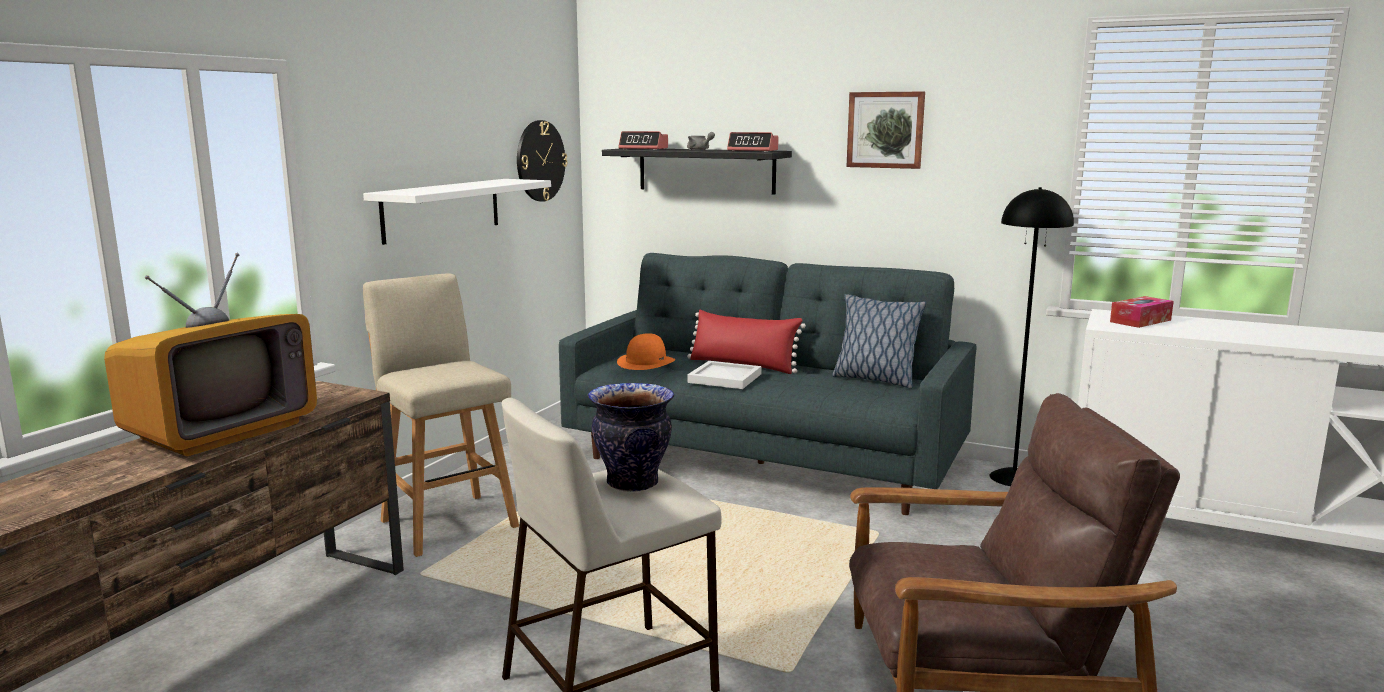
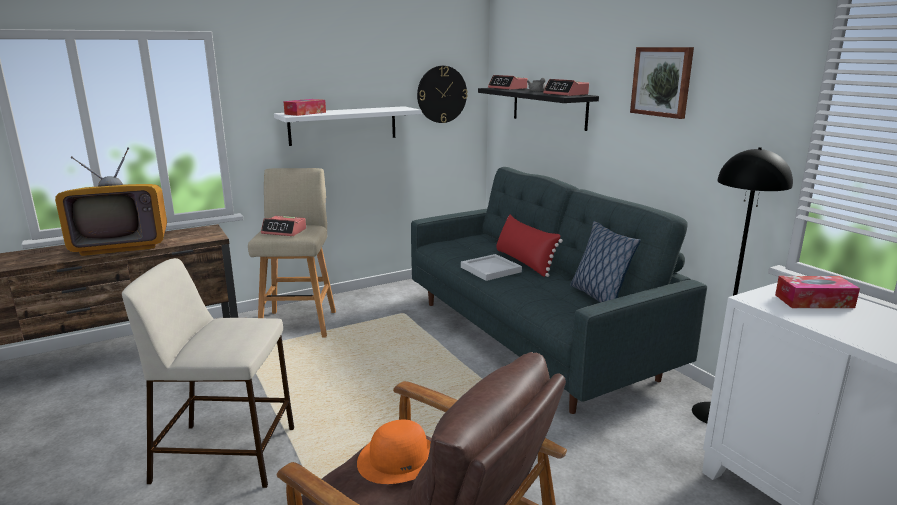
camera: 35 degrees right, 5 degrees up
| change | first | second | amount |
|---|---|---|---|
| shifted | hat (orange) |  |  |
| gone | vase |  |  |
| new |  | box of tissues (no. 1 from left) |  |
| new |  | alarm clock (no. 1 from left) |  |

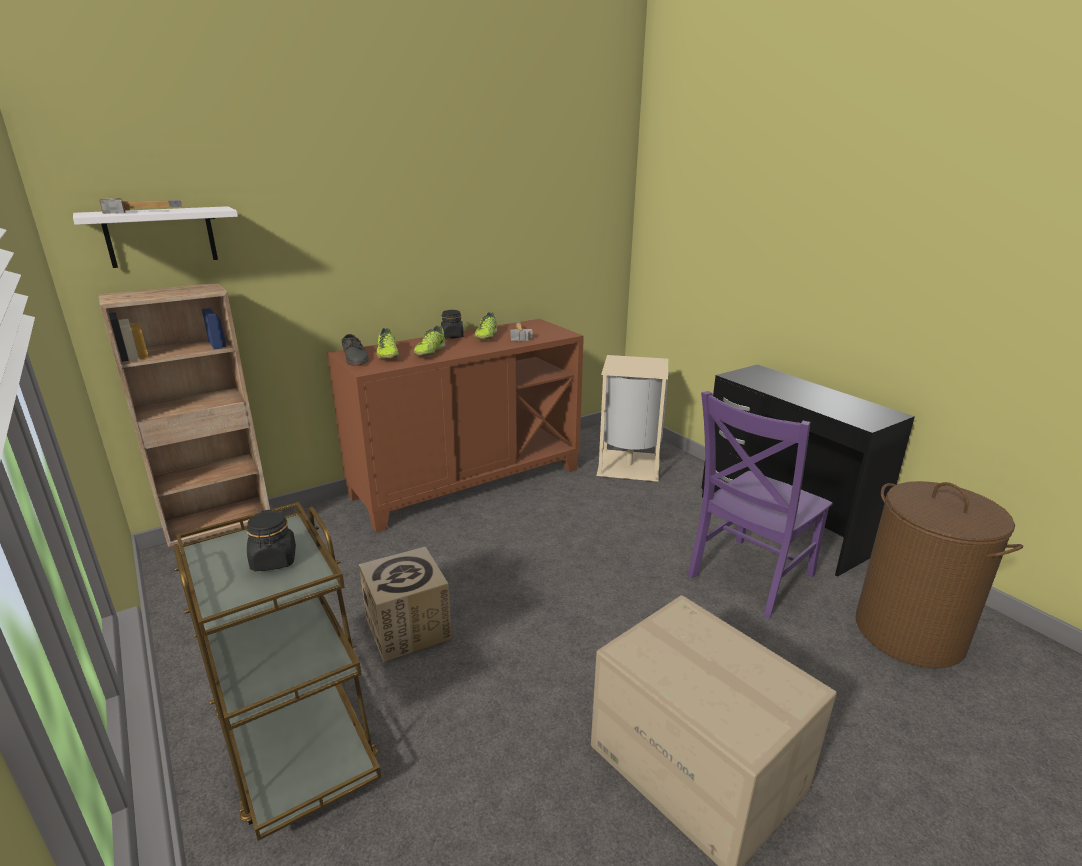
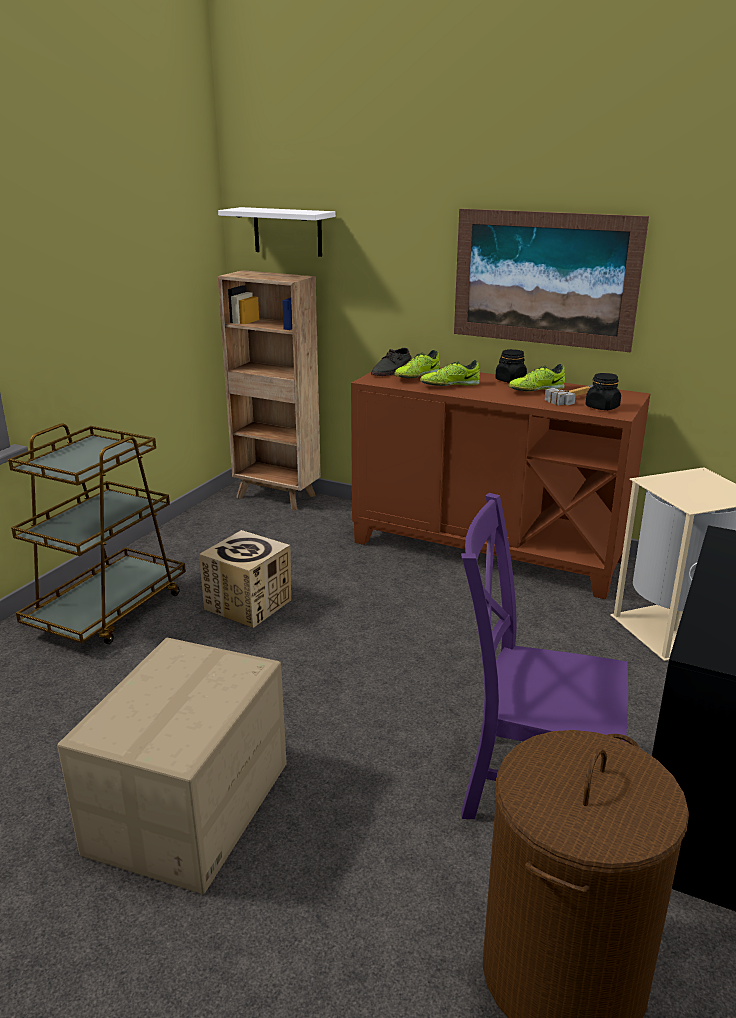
camera: 60 degrees right, 0 degrees up
| change | first | second | amount |
|---|---|---|---|
| gone | hand hammer (no. 1 from left) |  |  |
| shifted | jar (blackish) (no. 1 from left in the first image) | jar (blackish) (no. 2 from left) |  |
| new |  | wall art |  |

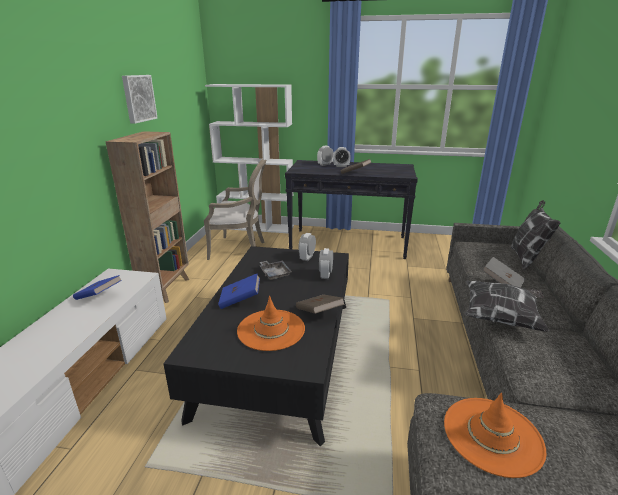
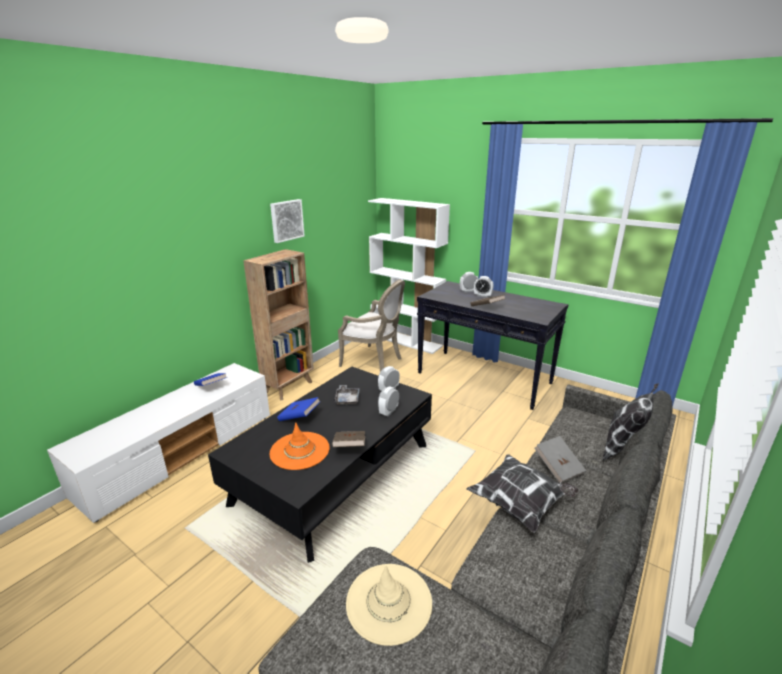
camera: 25 degrees right, 0 degrees up
| change | first | second | amount |
|---|---|---|---|
| repainted | hat (orange) (no. 2 from left) | hat (sand-coloured) |  |

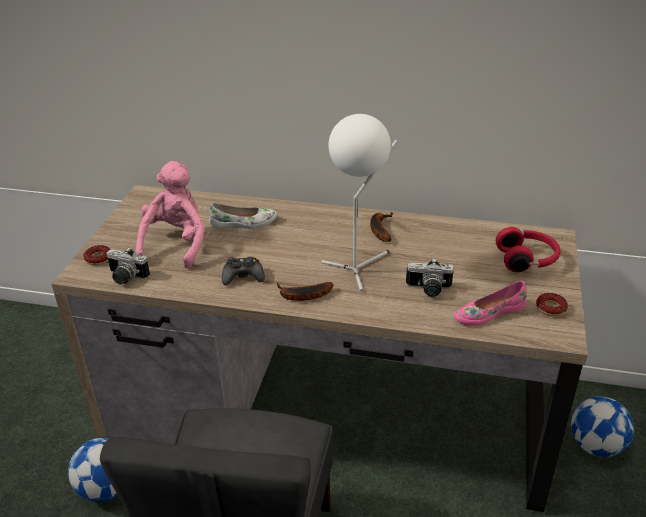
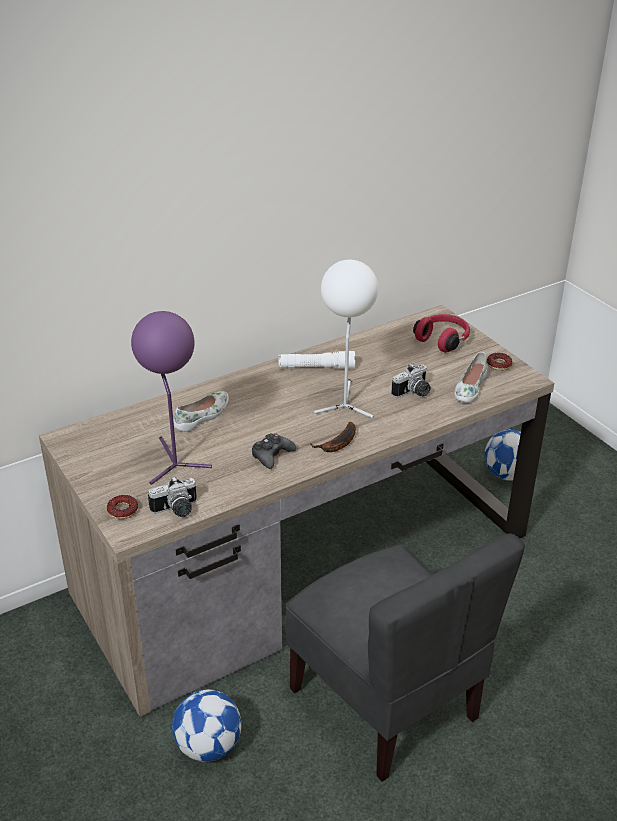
camera: 45 degrees left, 0 degrees up
| change | first | second | amount |
|---|---|---|---|
| swapped | cuddly toy (pink) | tabletop lamp (purple-coloured) |  |
| swapped | whole banana (no. 2 from left) | hand torch (white) |  |
| repainted | low shoe (pink) | low shoe (white) (no. 2 from left) |  |

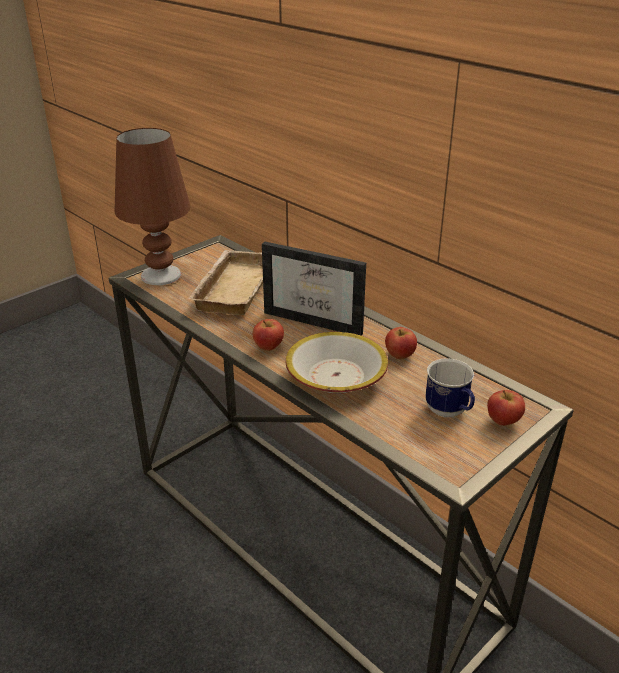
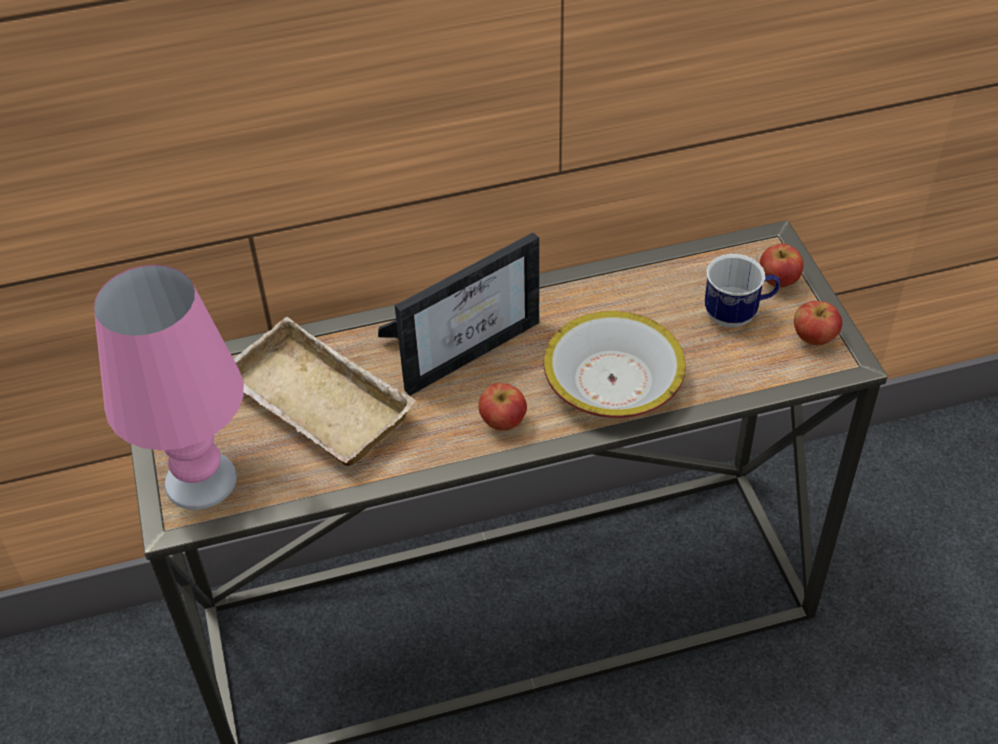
camera: 60 degrees left, 15 degrees up
| change | first | second | amount |
|---|---|---|---|
| repainted | tabletop lamp (brown-coloured) | tabletop lamp (pink) |  |
| shifted | apple (no. 2 from left in the first image) | apple (no. 3 from left) |  |

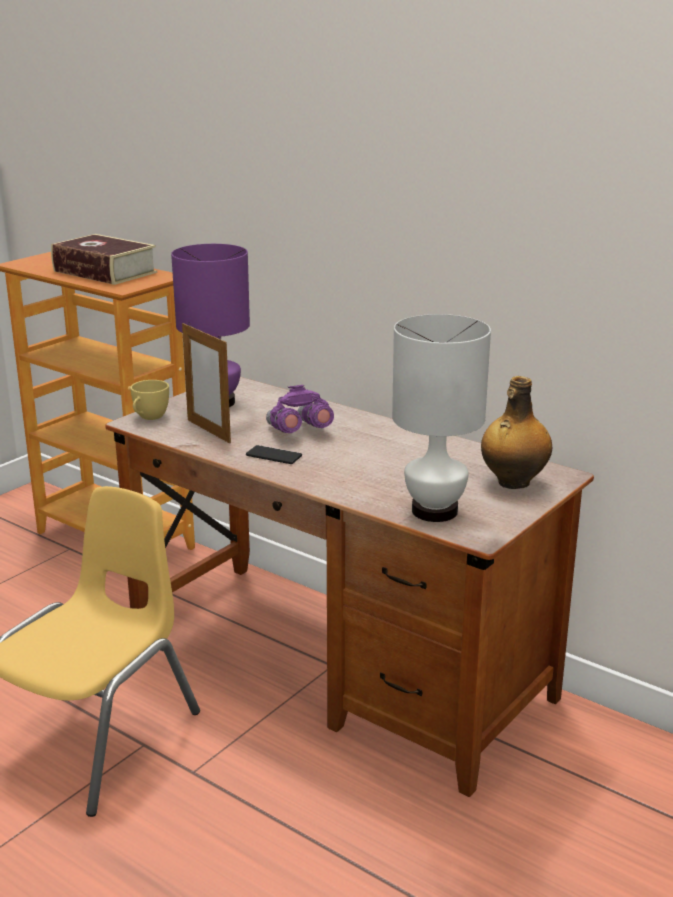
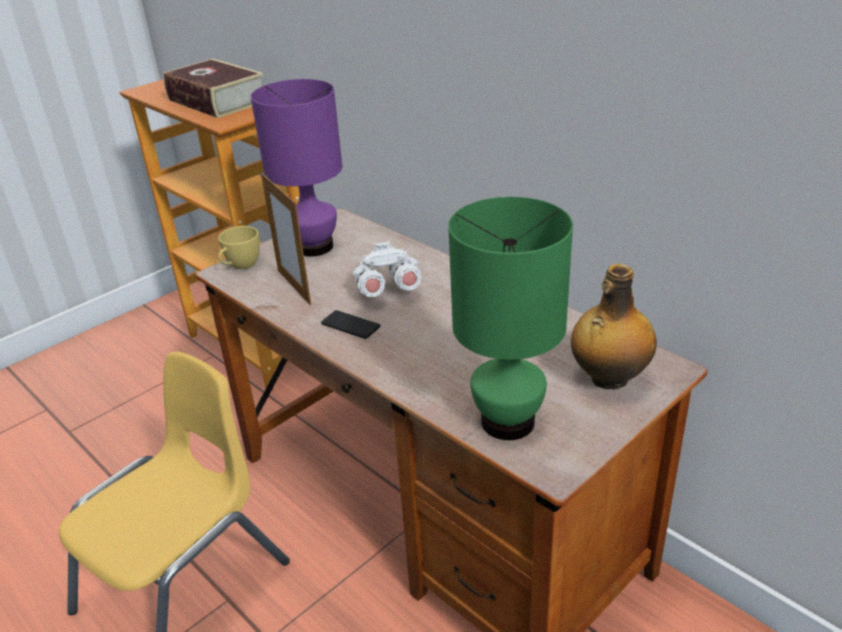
camera: 10 degrees right, 10 degrees up
| change | first | second | amount |
|---|---|---|---|
| repainted | tabletop lamp (white) | tabletop lamp (greenish) |  |
| repainted | field glasses (purple-coloured) | field glasses (white) |  |

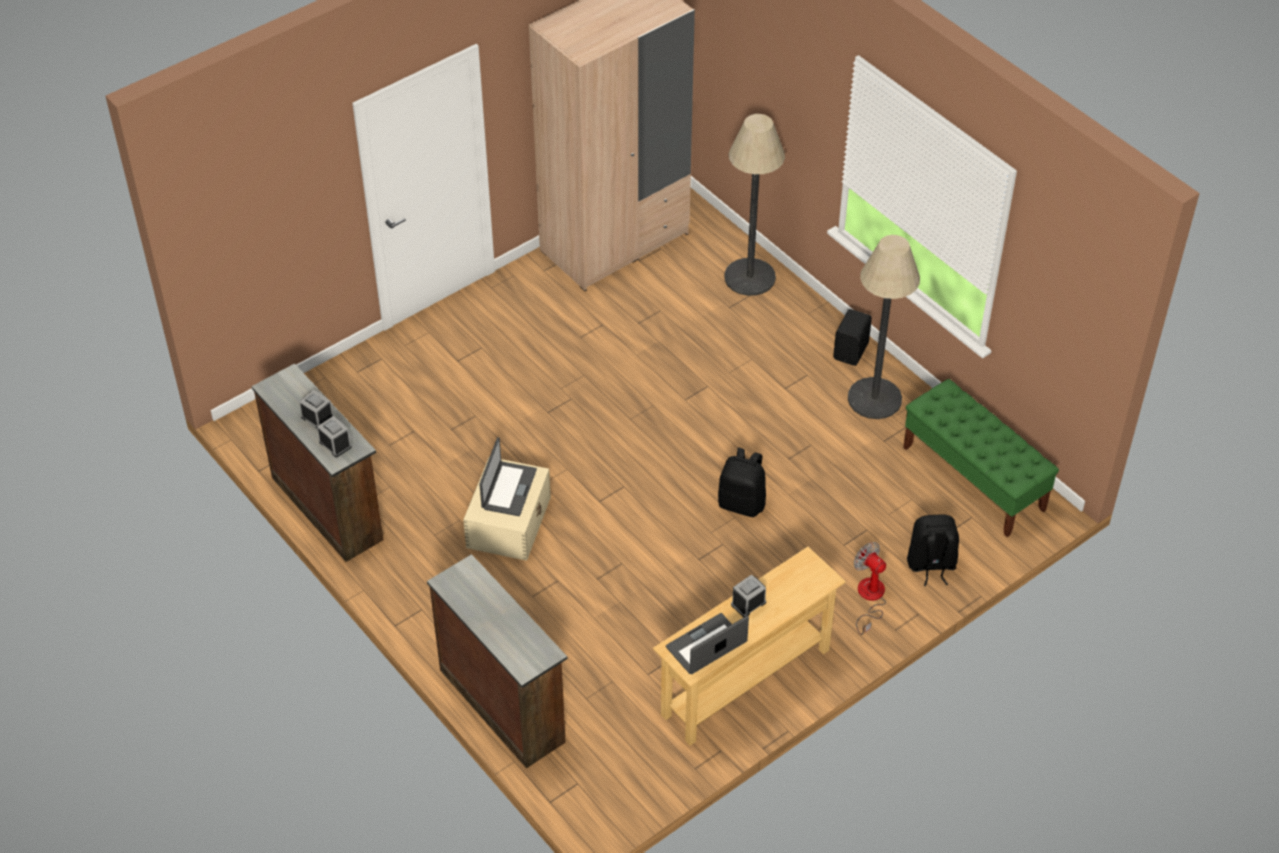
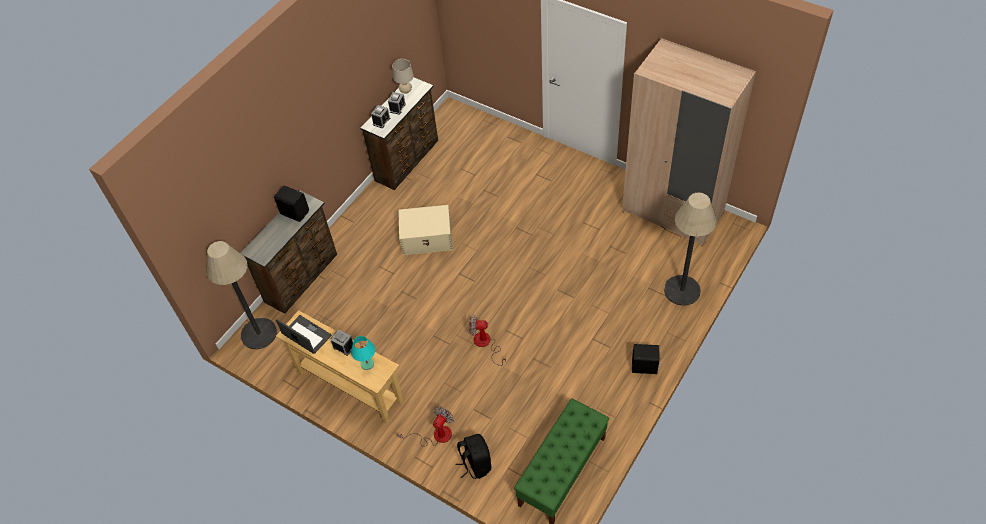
camera: 75 degrees right, 5 degrees up
| change | first | second | amount |
|---|---|---|---|
| shifted | standard lamp (no. 2 from left in the first image) | standard lamp (no. 1 from left) |  |
| gone | laptop (no. 1 from left) |  |  |
| swapped | knapsack (blackish) (no. 1 from left) | electric fan (no. 2 from left) |  |
| new |  | tabletop lamp (sand-coloured) |  |
| new |  | audio speaker (blackish) (no. 1 from left) |  |
| new |  | tabletop lamp (turquoise-coloured) |  |

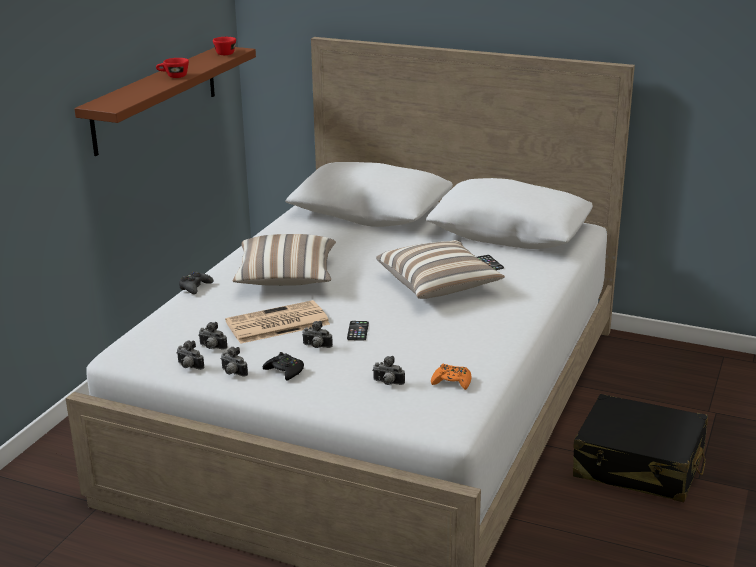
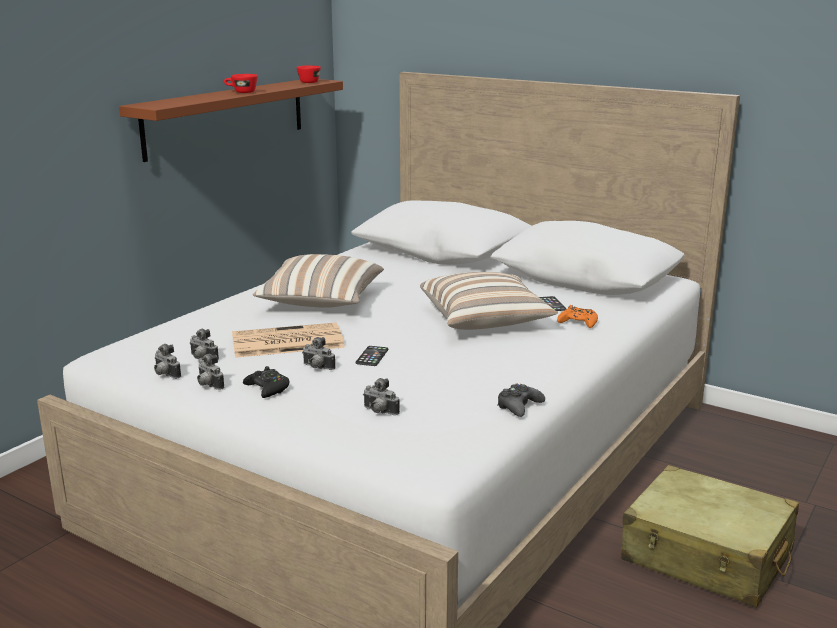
camera: 10 degrees right, 5 degrees down
| change | first | second | amount |
|---|---|---|---|
| shifted | game controller (blackish) (no. 1 from left in the first image) | game controller (blackish) (no. 2 from left) |  |
| shifted | game controller (orange) |  |  |
| repainted | travel case (blackish) | travel case (sand-coloured) |  |

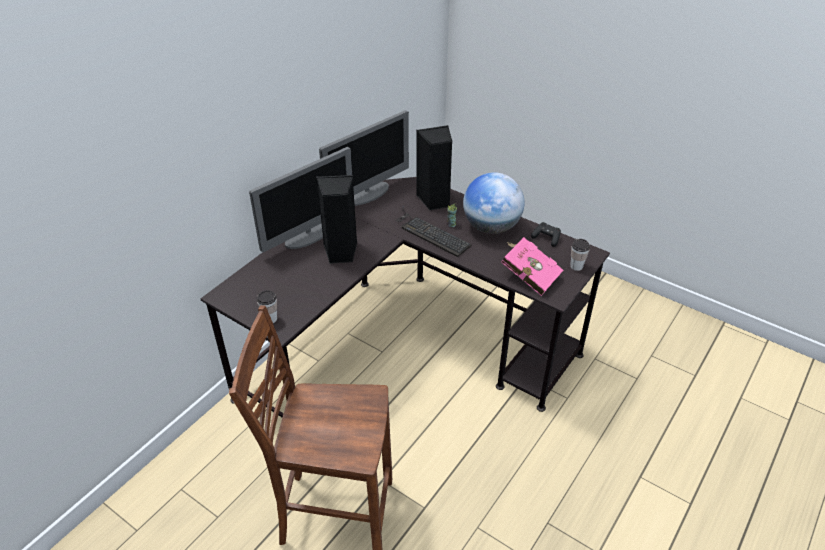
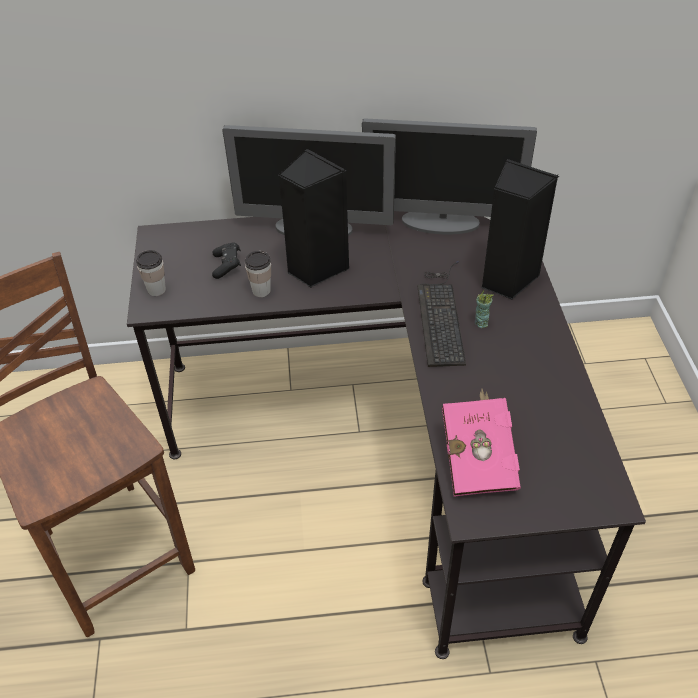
camera: 50 degrees right, 5 degrees up
| change | first | second | amount |
|---|---|---|---|
| gone | desk globe |  |  |
| shifted | game controller (blackish) |  |  |
| shifted | small cup (no. 3 from left in the first image) | small cup (no. 2 from left) |  |

